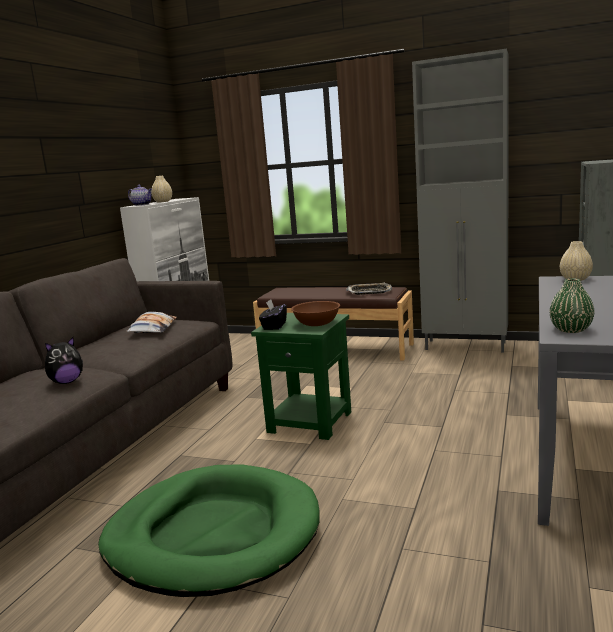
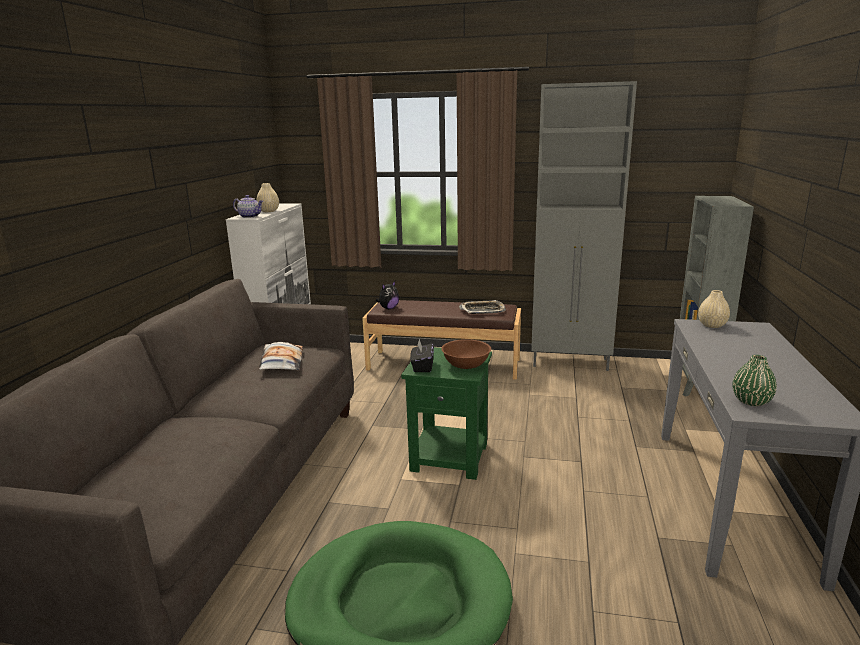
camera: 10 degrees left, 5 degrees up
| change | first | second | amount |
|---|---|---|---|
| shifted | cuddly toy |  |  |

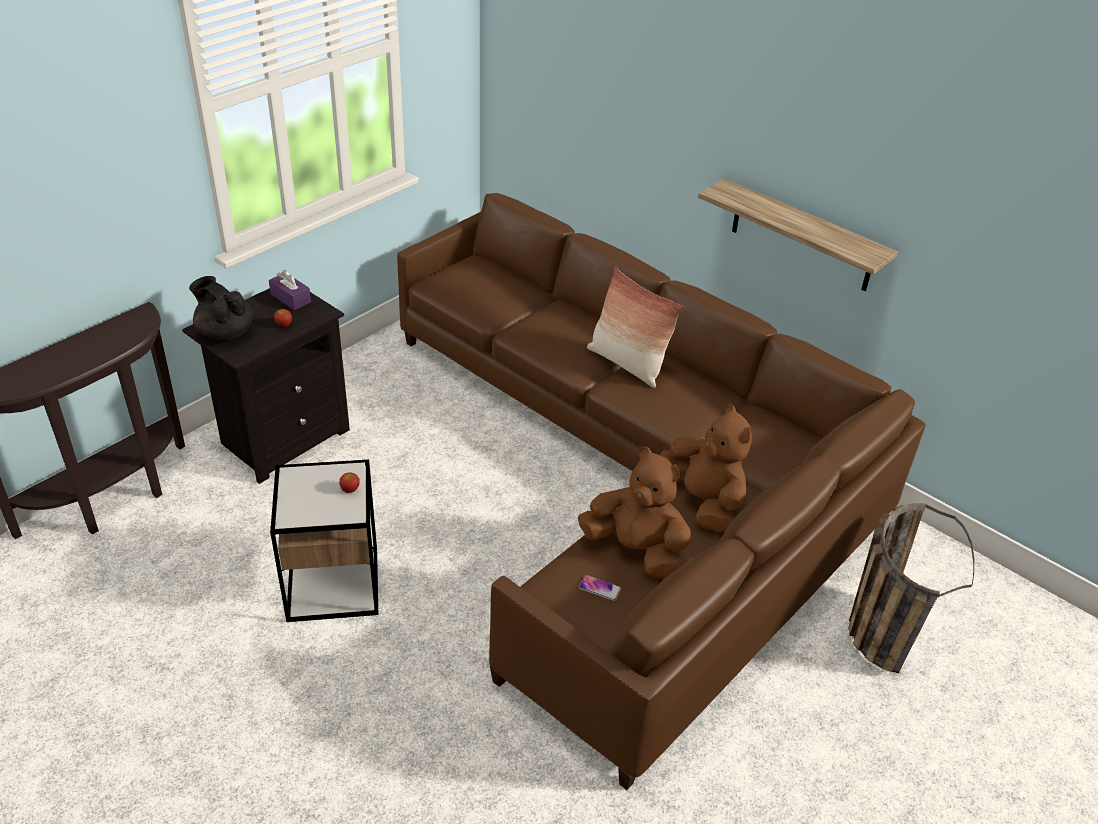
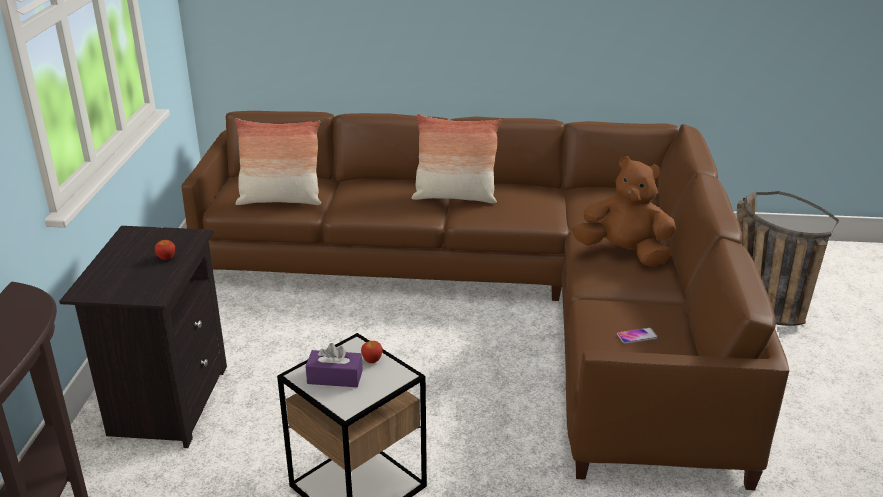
camera: 35 degrees left, 10 degrees down
| change | first | second | amount |
|---|---|---|---|
| gone | wall shelf |  |  |
| shifted | box of tissues (purple-coloured) |  |  |
| gone | pot for tea (blackish) |  |  |
| gone | cuddly toy (brown-coloured) (no. 1 from left) |  |  |
| new |  | throw pillow (no. 1 from left) |  |

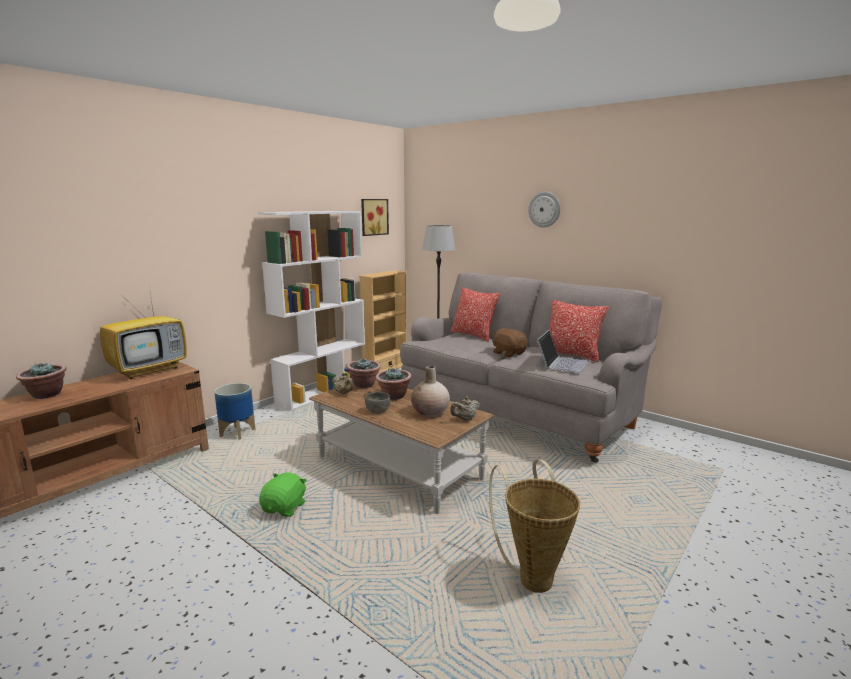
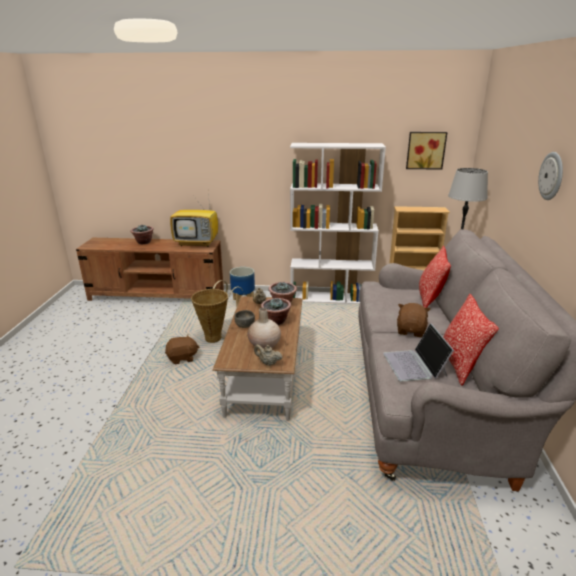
camera: 55 degrees right, 10 degrees up
| change | first | second | amount |
|---|---|---|---|
| rotated | laptop |  | 90 degrees clockwise |
| shifted | household basket |  |  |
| repainted | cuddly toy (greenish) | cuddly toy (brown-coloured) (no. 1 from left) |  |

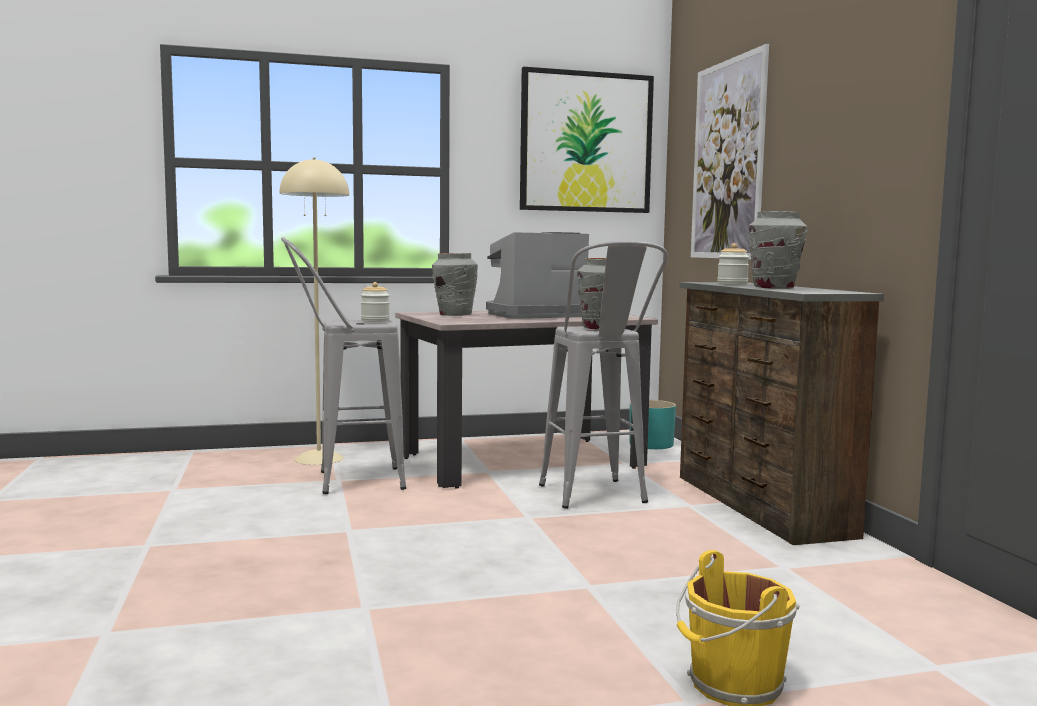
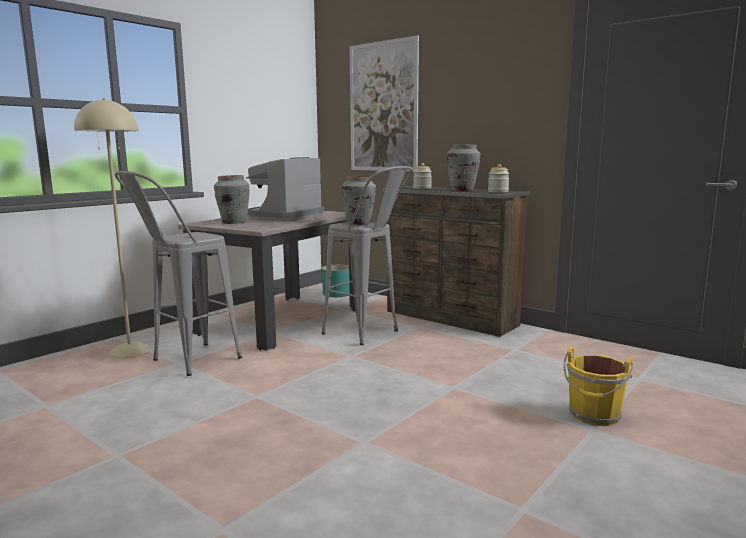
camera: 35 degrees left, 5 degrees up
| change | first | second | amount |
|---|---|---|---|
| gone | wall art (no. 1 from left) |  |  |
| shifted | jar (no. 1 from left in the first image) | jar (no. 2 from left) |  |

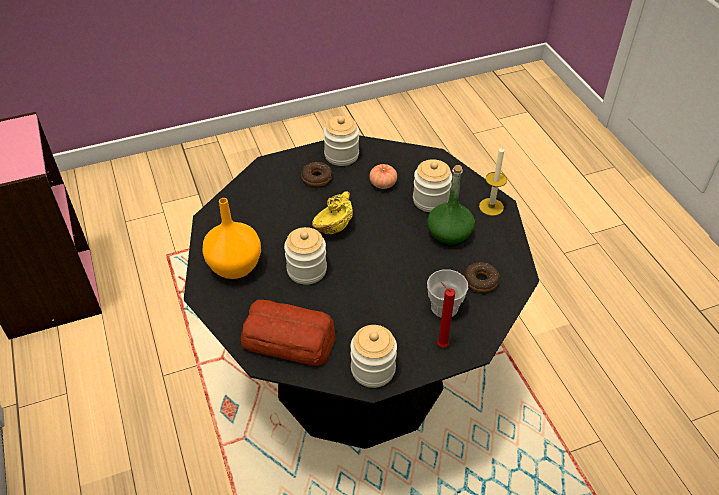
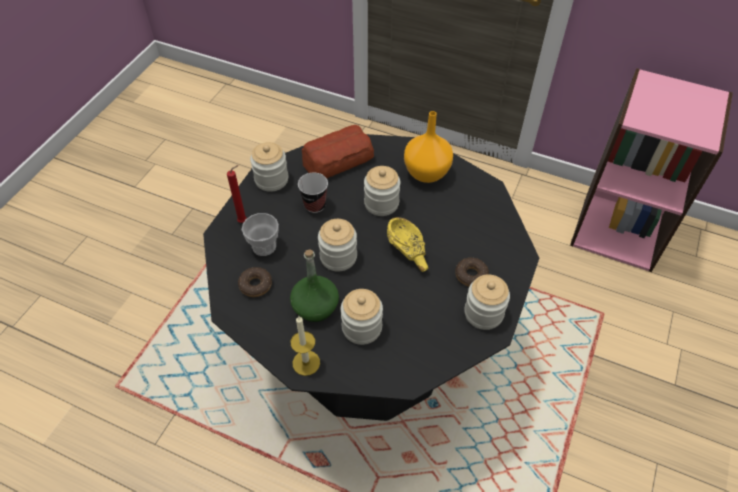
camera: 135 degrees right, 5 degrees up
| change | first | second | amount |
|---|---|---|---|
| gone | tomato |  |  |
| new |  | small cup (no. 2 from left) |  |
| new |  | jar (no. 2 from left) |  |

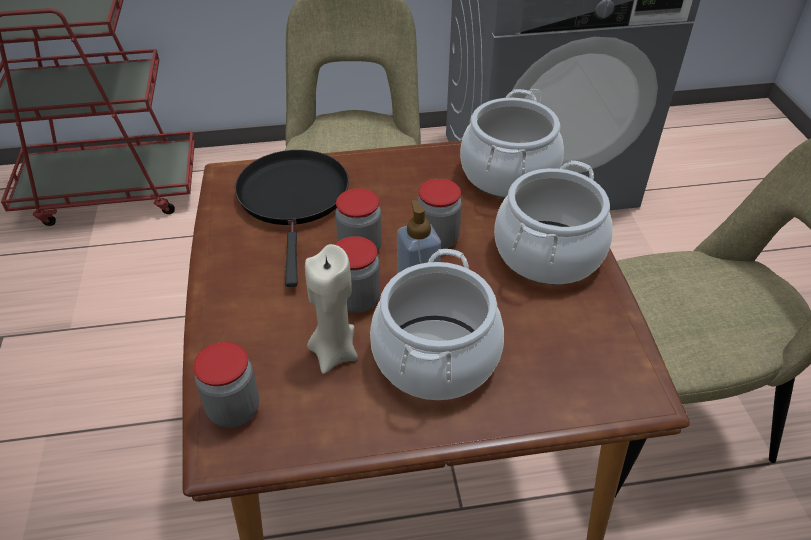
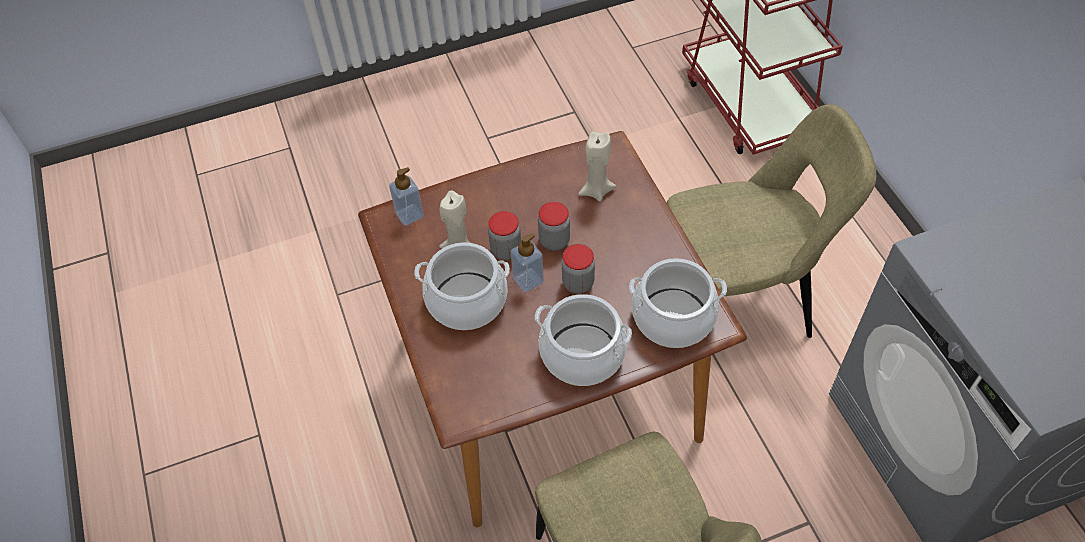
camera: 80 degrees right, 10 degrees up
| change | first | second | amount |
|---|---|---|---|
| swapped | pan (blackish) | wax light (sand-coloured) (no. 2 from left) |  |
| swapped | jar (no. 1 from left) | soap bottle (no. 1 from left) |  |

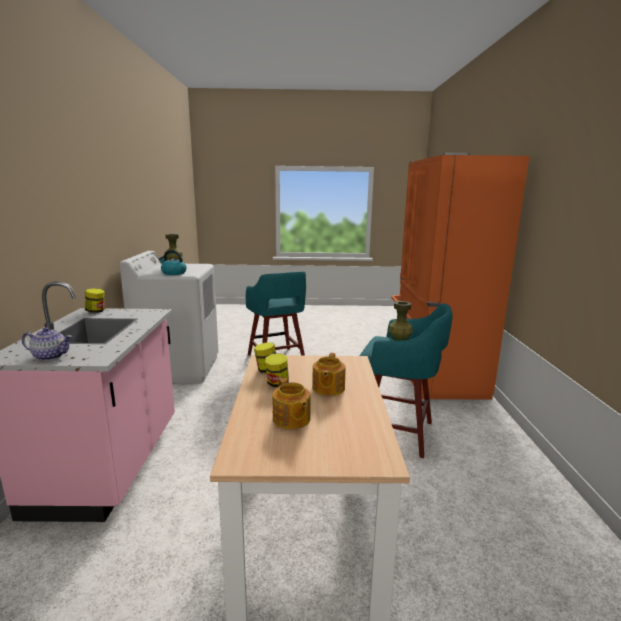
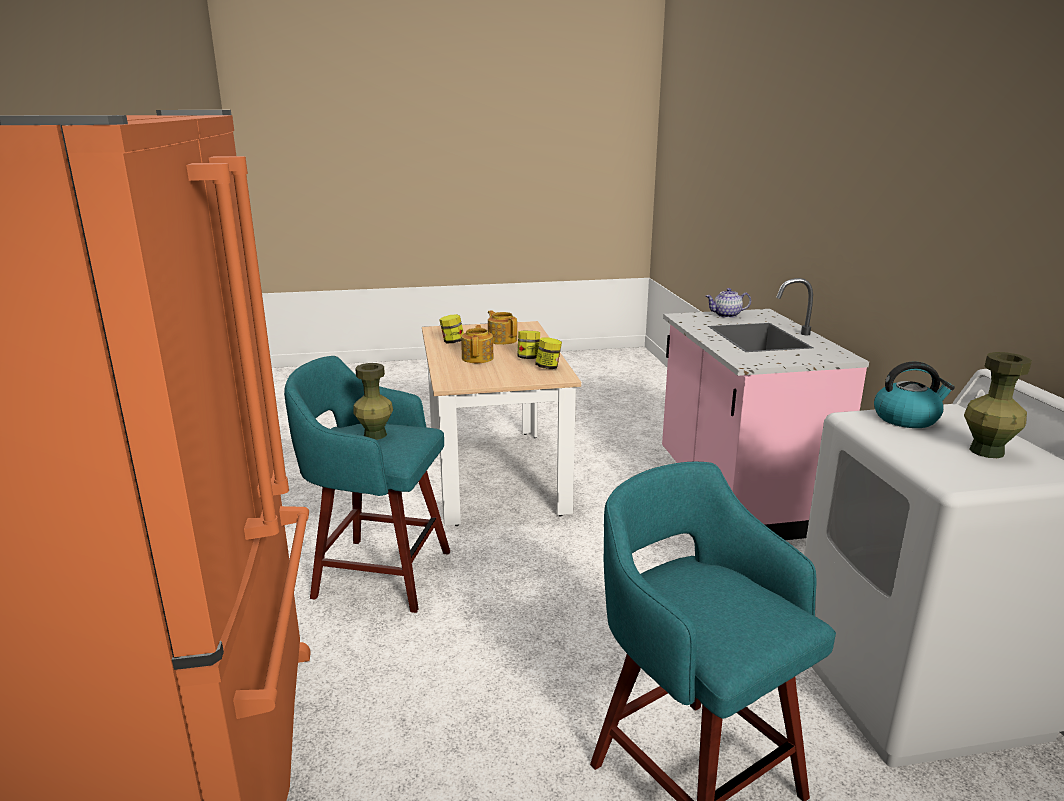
camera: 170 degrees right, 5 degrees up
| change | first | second | amount |
|---|---|---|---|
| shifted | jar (no. 1 from left) |  |  |

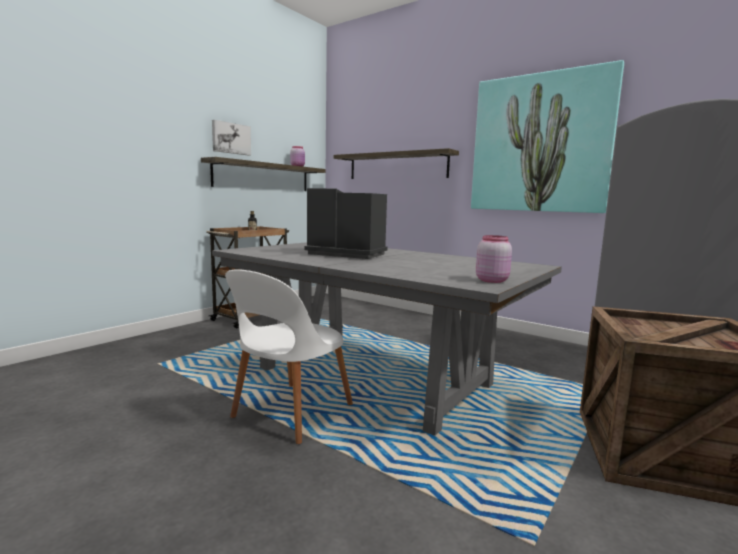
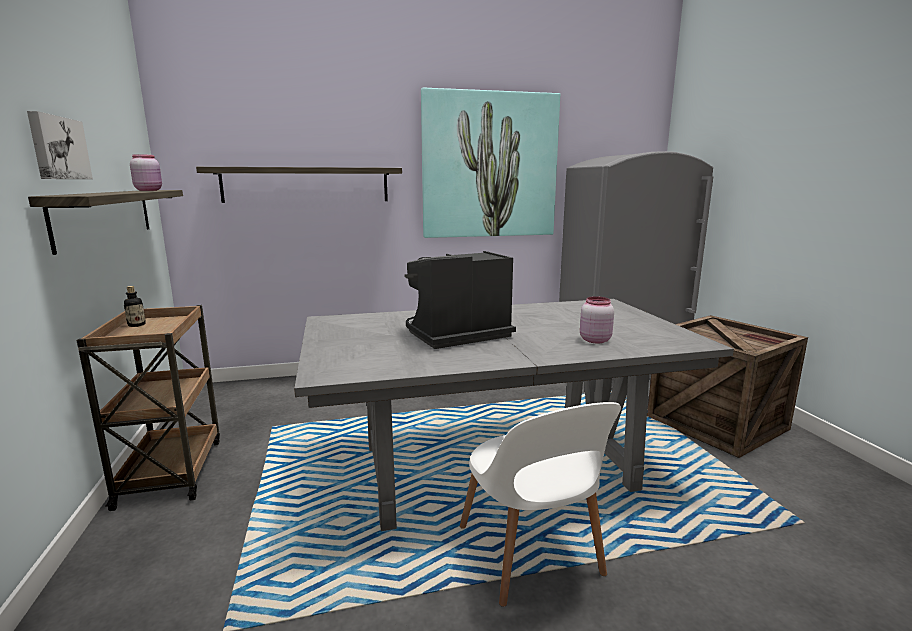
camera: 50 degrees left, 5 degrees up
| change | first | second | amount |
|---|---|---|---|
| shifted | jar (pink) (no. 2 from left) |  |  |

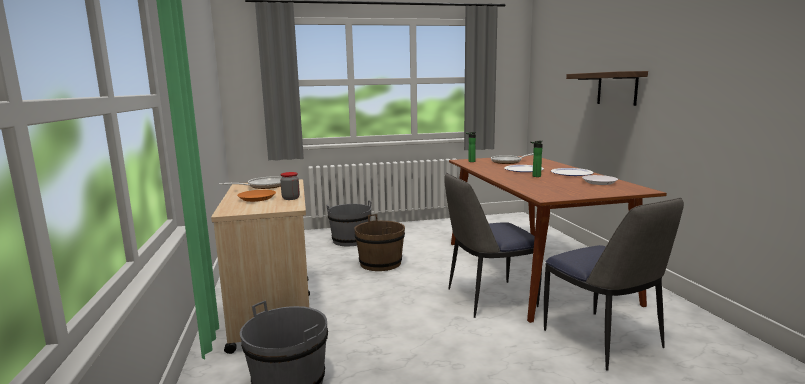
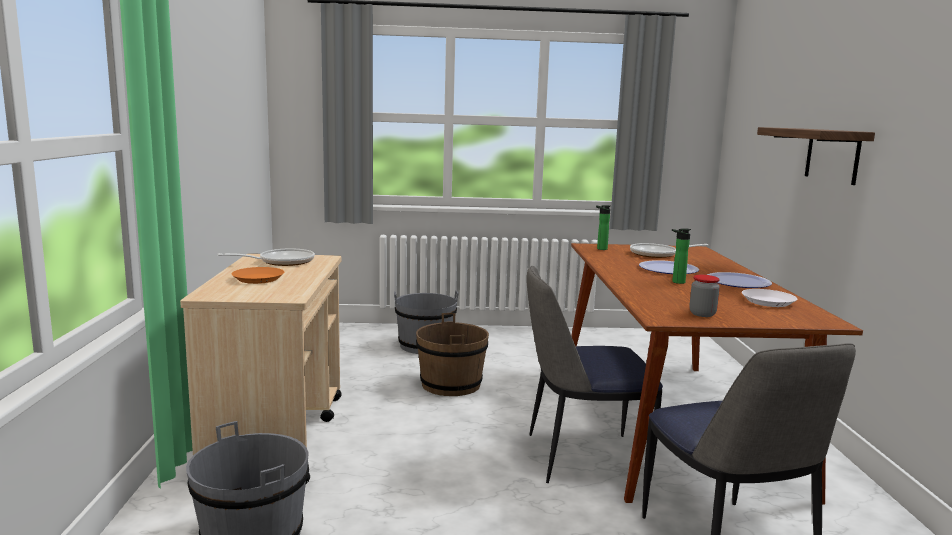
camera: 10 degrees right, 0 degrees up
| change | first | second | amount |
|---|---|---|---|
| shifted | jar |  |  |

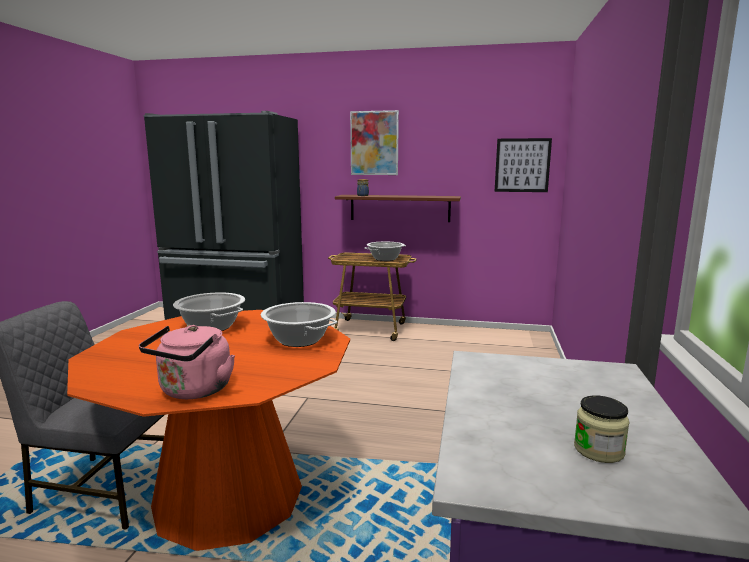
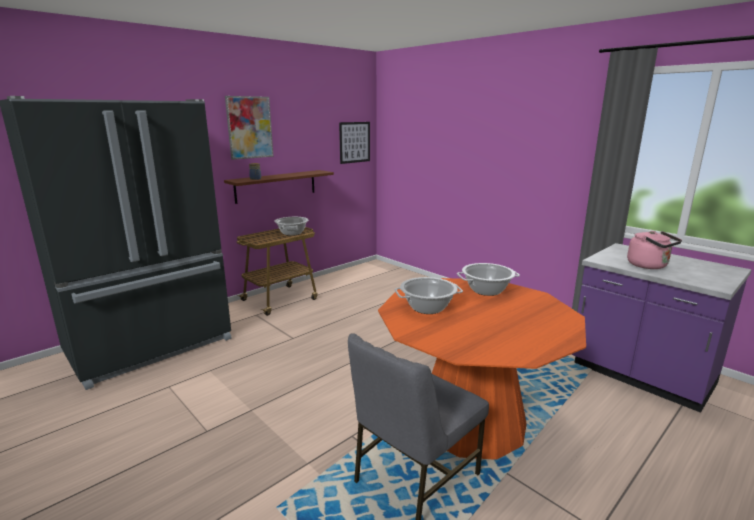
camera: 55 degrees left, 5 degrees up
| change | first | second | amount |
|---|---|---|---|
| shifted | kettle (pink) |  |  |
| gone | jar (no. 2 from left) |  |  |

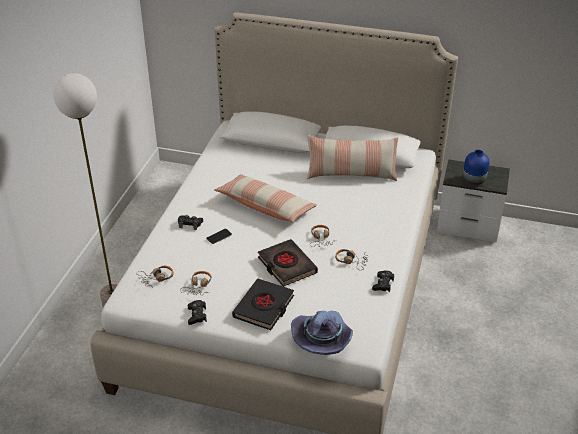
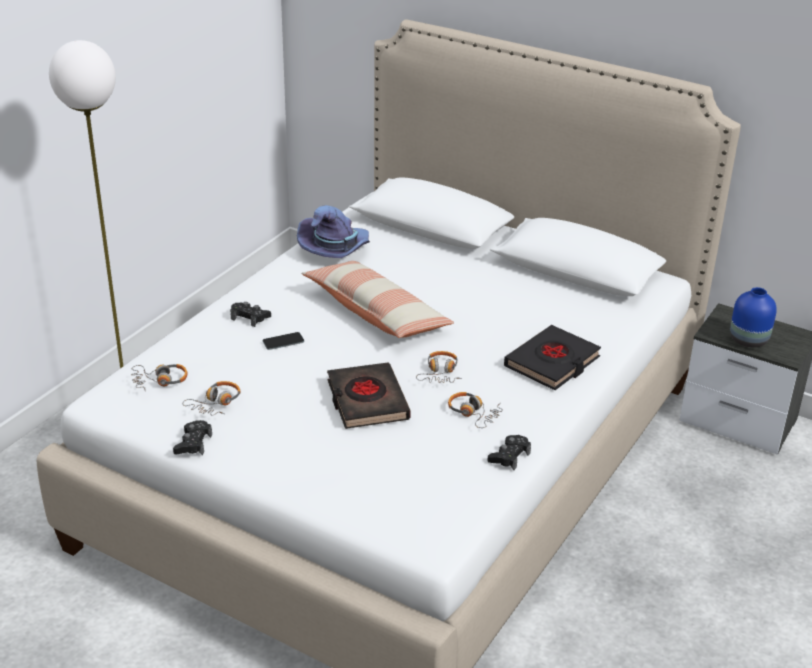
camera: 15 degrees right, 5 degrees down
| change | first | second | amount |
|---|---|---|---|
| gone | throw pillow (no. 2 from left) |  |  |
| shifted | book (blackish) (no. 1 from left in the first image) | book (blackish) (no. 2 from left) |  |
| shifted | hat (purple-coloured) |  |  |

